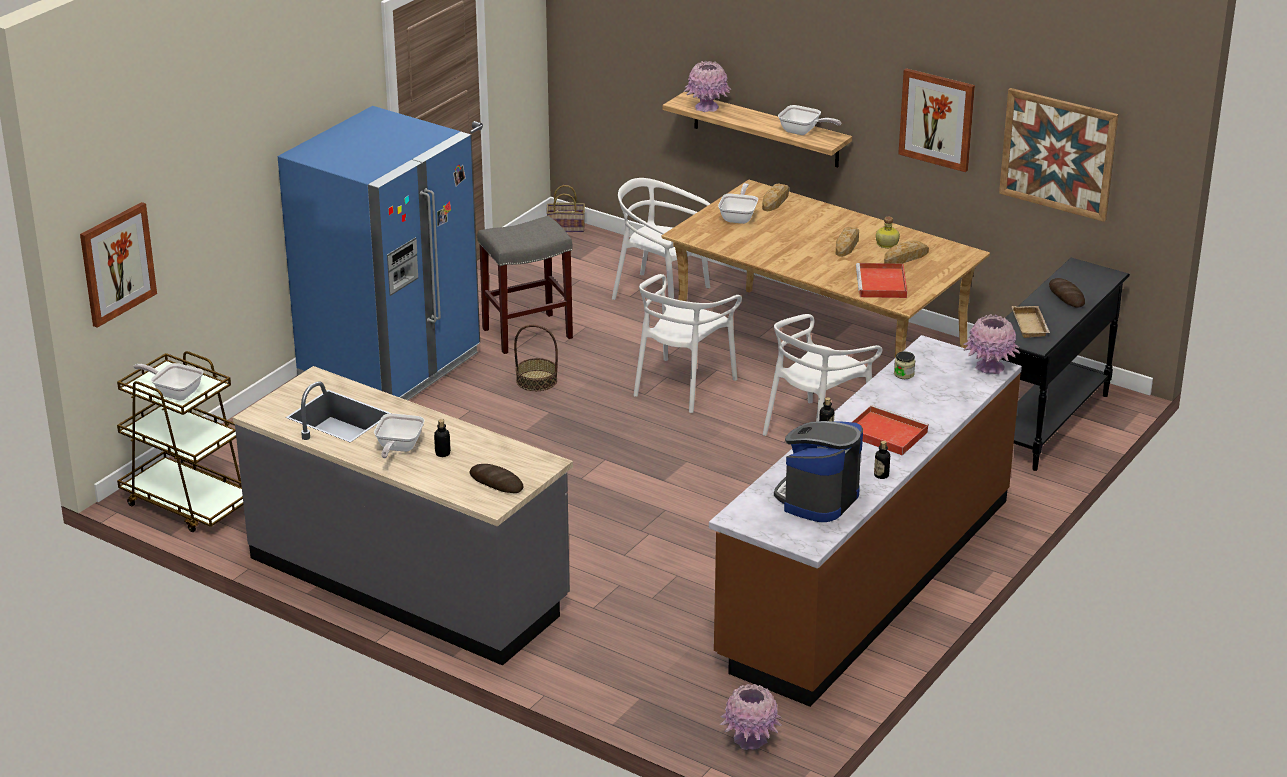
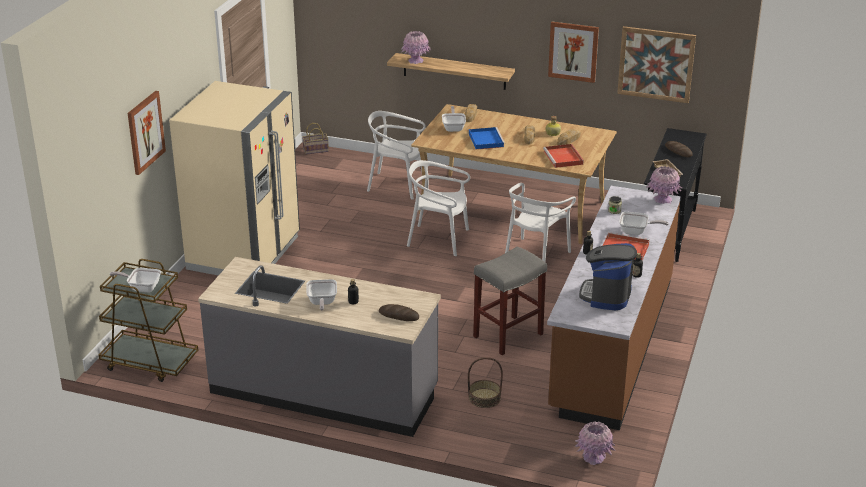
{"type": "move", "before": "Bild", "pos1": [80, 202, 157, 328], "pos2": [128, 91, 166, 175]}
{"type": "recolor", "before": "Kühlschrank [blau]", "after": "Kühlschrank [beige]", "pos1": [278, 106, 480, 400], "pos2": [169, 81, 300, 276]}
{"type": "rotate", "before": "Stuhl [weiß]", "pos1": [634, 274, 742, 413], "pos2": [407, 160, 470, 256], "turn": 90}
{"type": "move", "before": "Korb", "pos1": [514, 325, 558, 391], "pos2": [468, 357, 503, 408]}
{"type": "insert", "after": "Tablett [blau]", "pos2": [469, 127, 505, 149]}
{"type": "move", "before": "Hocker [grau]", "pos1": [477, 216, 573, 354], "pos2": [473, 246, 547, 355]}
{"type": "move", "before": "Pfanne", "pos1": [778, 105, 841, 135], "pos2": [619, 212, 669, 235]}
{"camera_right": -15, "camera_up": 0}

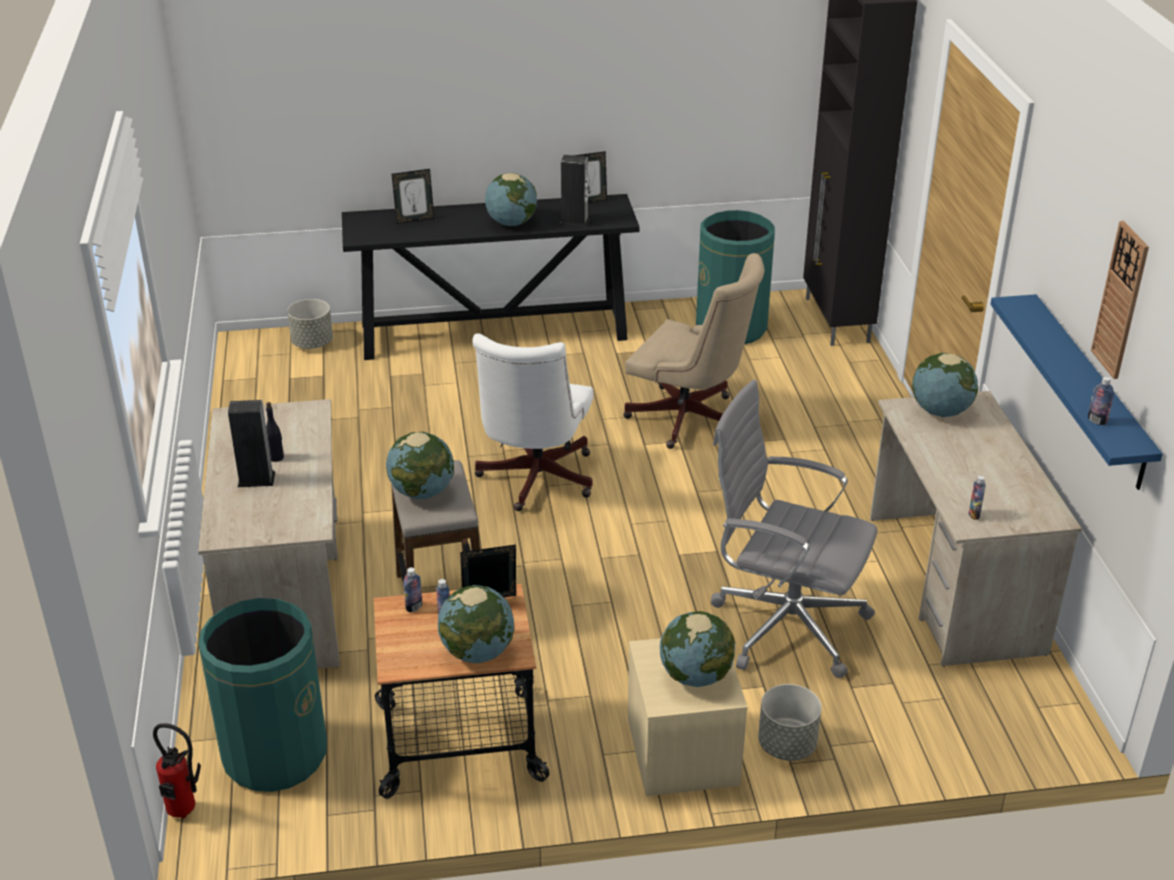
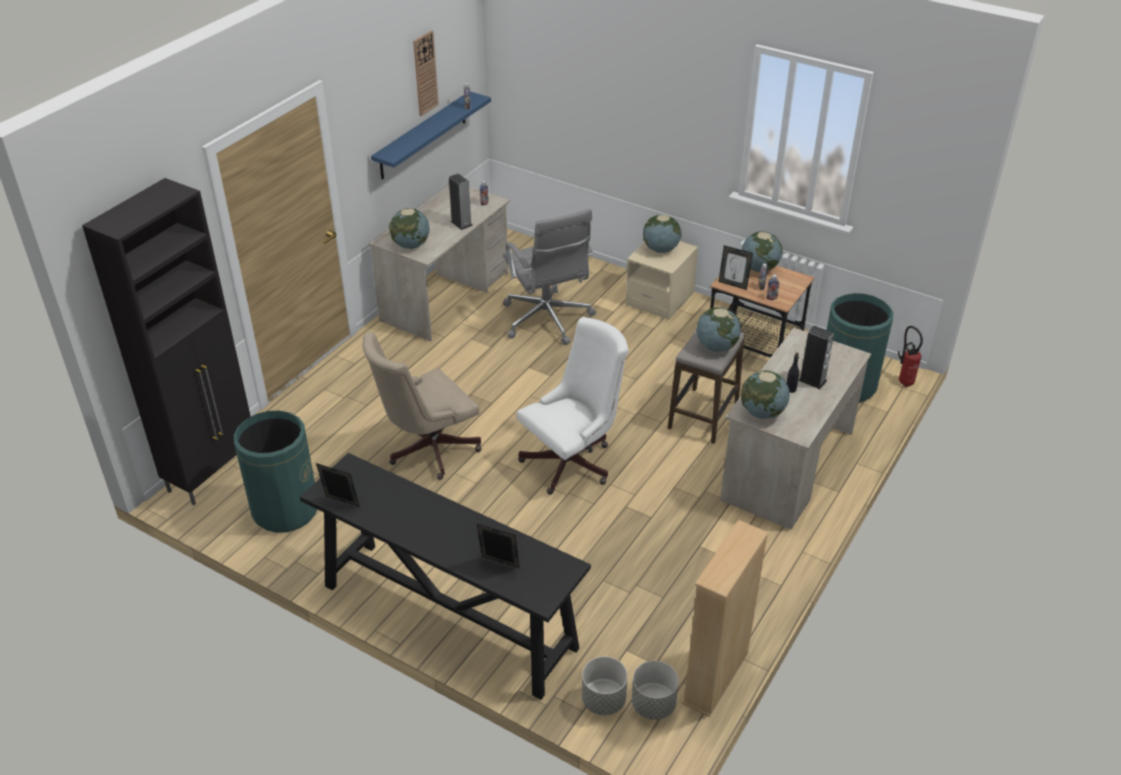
{"type": "rotate", "before": "Bürostuhl [beige]", "pos1": [623, 253, 764, 449], "pos2": [363, 332, 482, 480], "turn": -105}
{"type": "move", "before": "Lautsprecher", "pos1": [560, 155, 590, 227], "pos2": [449, 173, 473, 230]}
{"type": "move", "before": "Pflanzkübel [grau]", "pos1": [758, 684, 822, 761], "pos2": [632, 661, 679, 720]}
{"type": "insert", "after": "Bücherregal [beige]", "pos2": [682, 520, 768, 717]}
{"type": "move", "before": "Globus", "pos1": [485, 173, 537, 226], "pos2": [741, 370, 789, 419]}
{"camera_right": -140, "camera_up": 5}

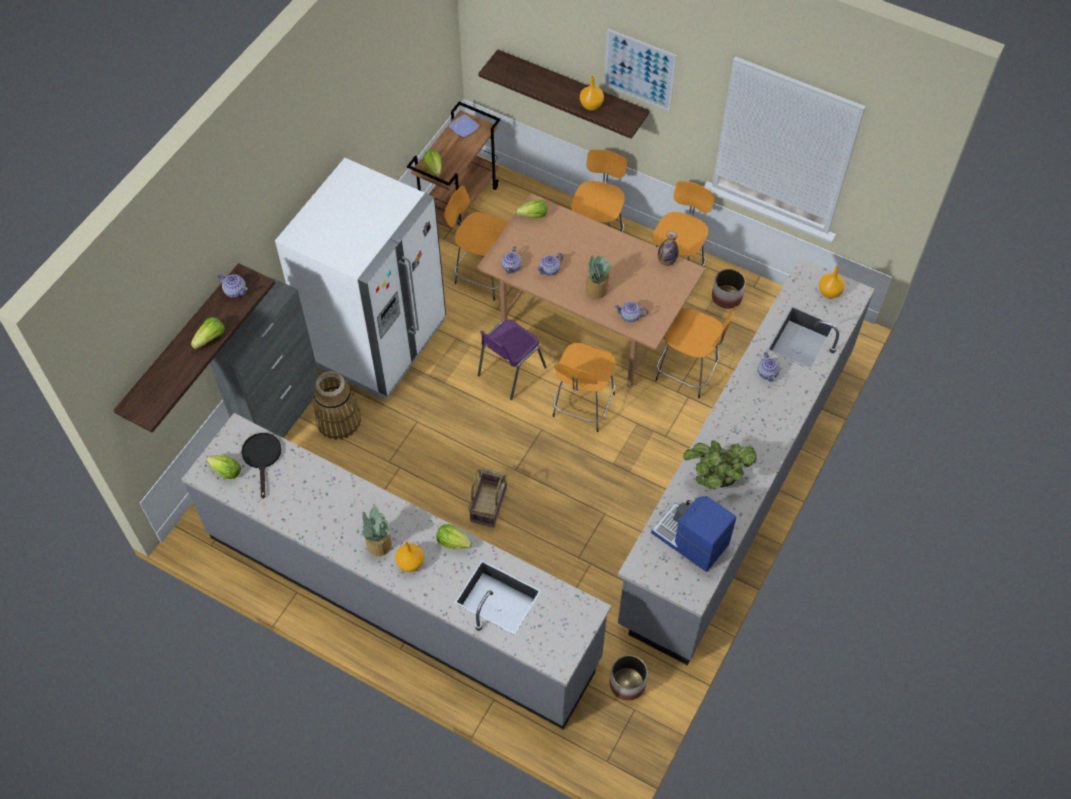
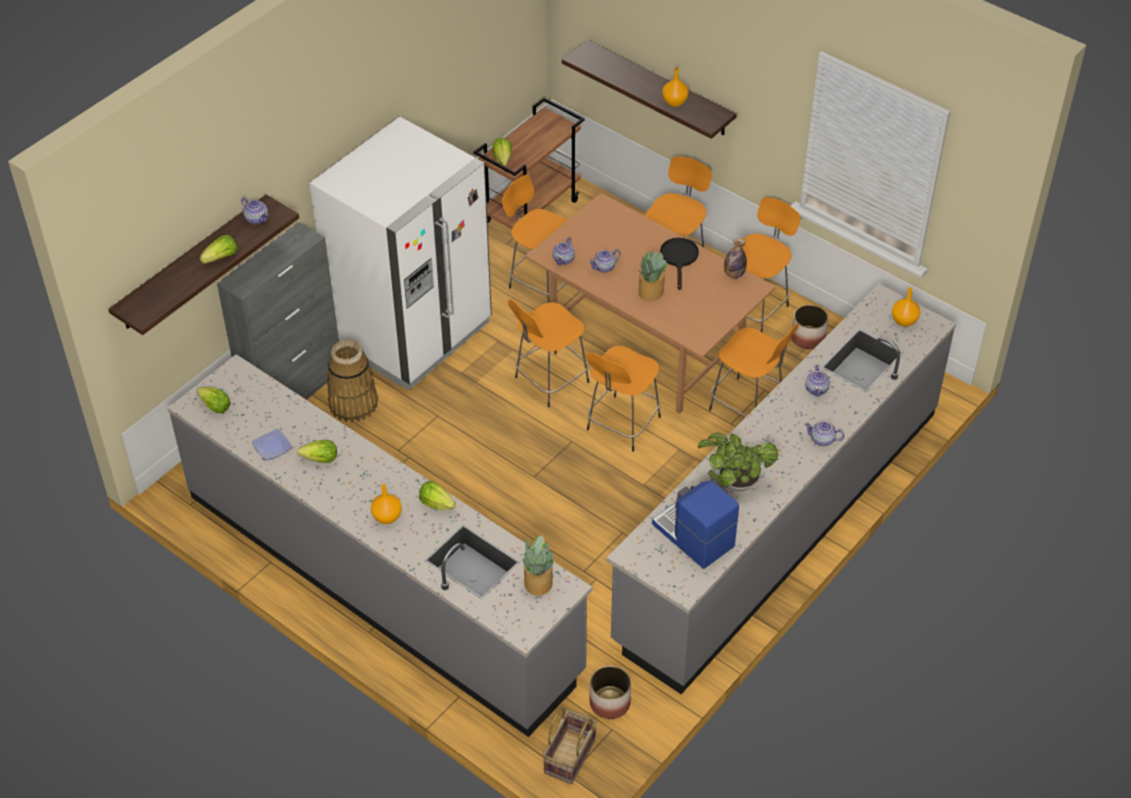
{"type": "move", "before": "Teller", "pos1": [448, 114, 480, 138], "pos2": [252, 429, 292, 460]}
{"type": "move", "before": "Salatkopf", "pos1": [516, 200, 547, 218], "pos2": [297, 440, 337, 463]}
{"type": "replace", "before": "Stuhl [lila]", "after": "Hocker [orange]", "pos1": [478, 320, 547, 400], "pos2": [508, 299, 589, 408]}
{"type": "move", "before": "Topfpflanze", "pos1": [362, 506, 392, 556], "pos2": [523, 535, 553, 596]}
{"type": "move", "before": "Korb", "pos1": [468, 469, 507, 527], "pos2": [543, 707, 597, 784]}
{"type": "move", "before": "Pfanne [schwarz]", "pos1": [241, 433, 281, 498], "pos2": [660, 238, 699, 290]}
{"type": "move", "before": "Teekanne", "pos1": [614, 301, 648, 322], "pos2": [804, 421, 844, 446]}
{"type": "delete", "before": "Bild", "pos1": [604, 29, 677, 112]}
{"camera_right": 10, "camera_up": -10}

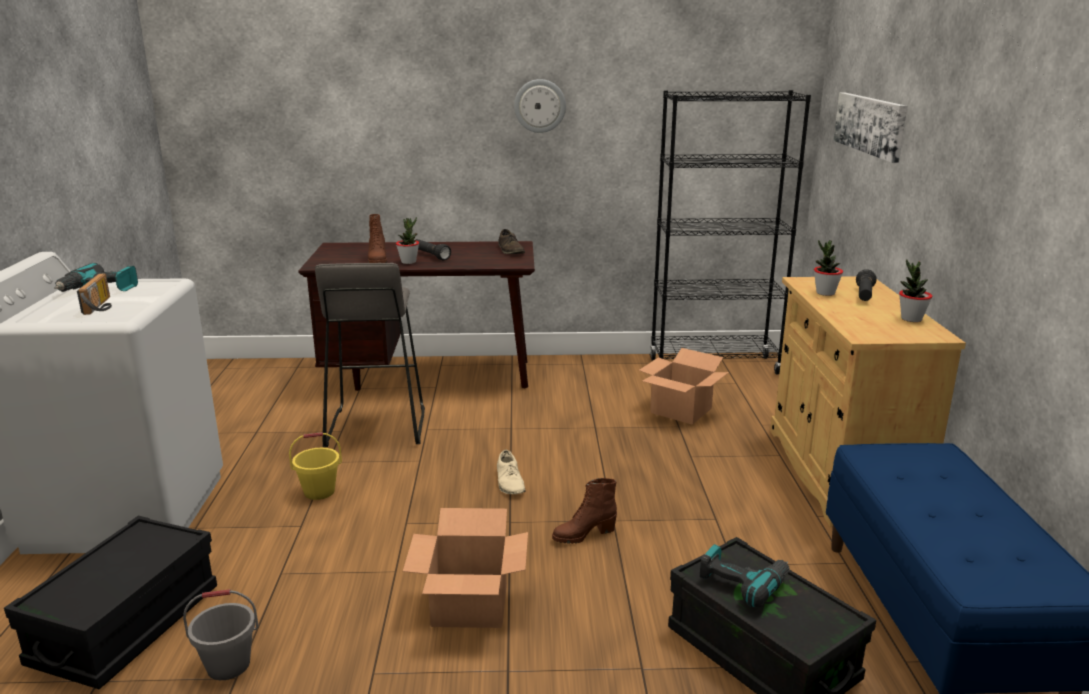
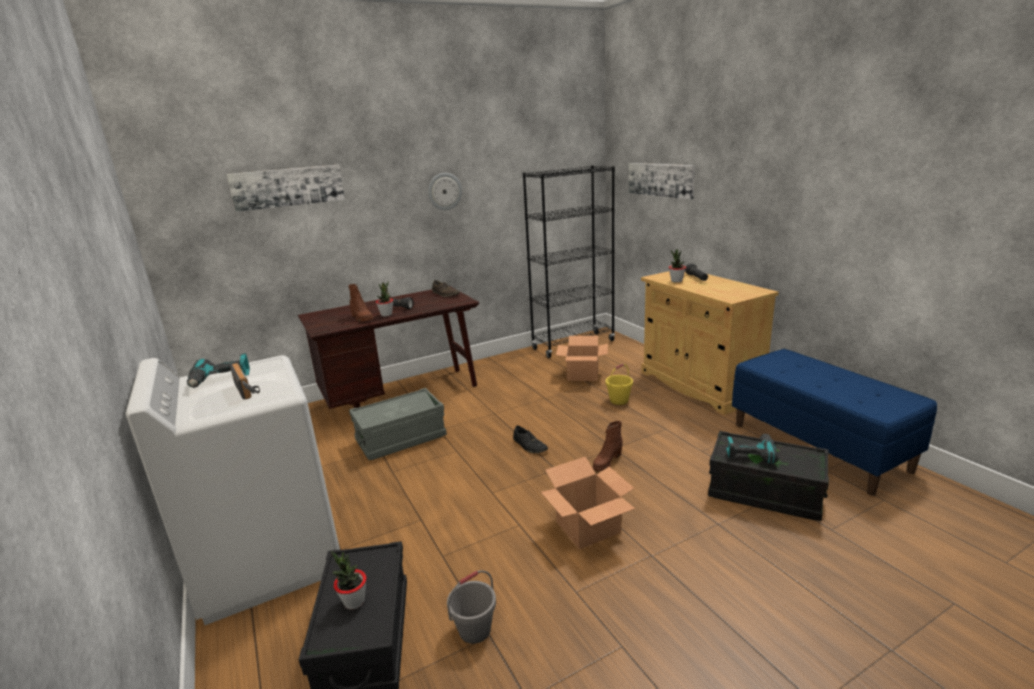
{"type": "insert", "after": "Bild", "pos2": [226, 165, 345, 212]}
{"type": "move", "before": "Topfpflanze", "pos1": [899, 259, 932, 322], "pos2": [331, 551, 366, 610]}
{"type": "replace", "before": "Hocker [grau]", "after": "Aufbewahrungsbox [grau]", "pos1": [315, 263, 425, 447], "pos2": [349, 388, 447, 460]}
{"type": "recolor", "before": "Schuh [beige]", "after": "Schuh [schwarz]", "pos1": [497, 450, 526, 494], "pos2": [513, 426, 548, 453]}
{"type": "move", "before": "Eimer [gelb]", "pos1": [289, 432, 342, 500], "pos2": [606, 364, 633, 405]}
{"camera_right": -25, "camera_up": 0}

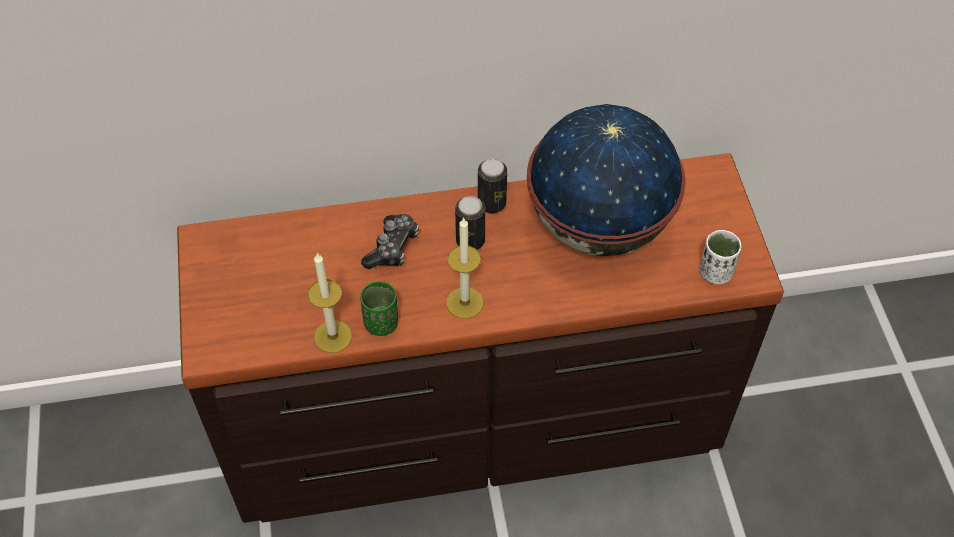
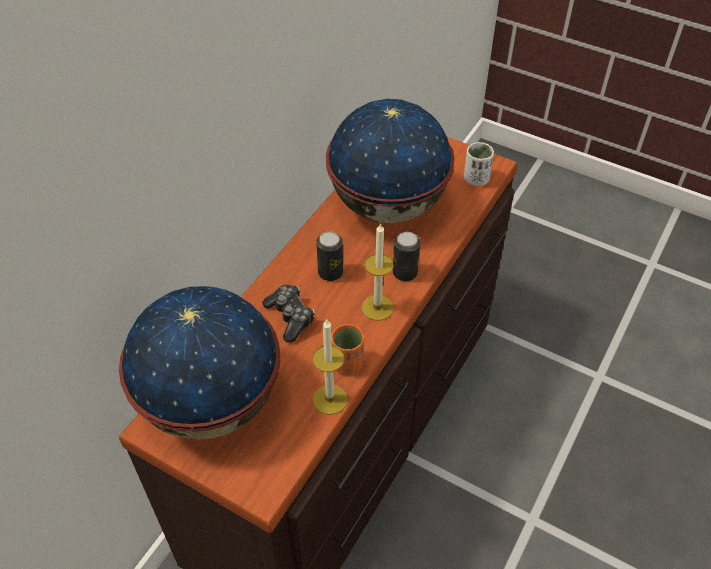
{"type": "insert", "after": "Globus", "pos2": [119, 286, 280, 439]}
{"type": "recolor", "before": "Tasse [grün]", "after": "Tasse [orange]", "pos1": [360, 281, 398, 336], "pos2": [331, 324, 364, 375]}
{"type": "move", "before": "Dose", "pos1": [478, 158, 507, 213], "pos2": [393, 232, 420, 281]}
{"camera_right": -50, "camera_up": -5}

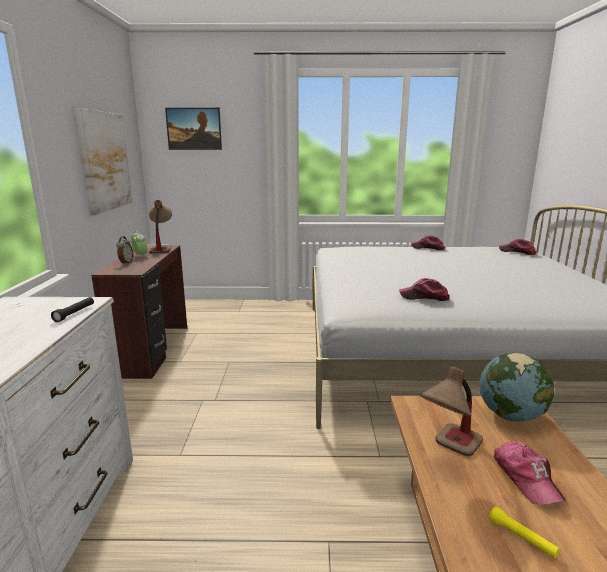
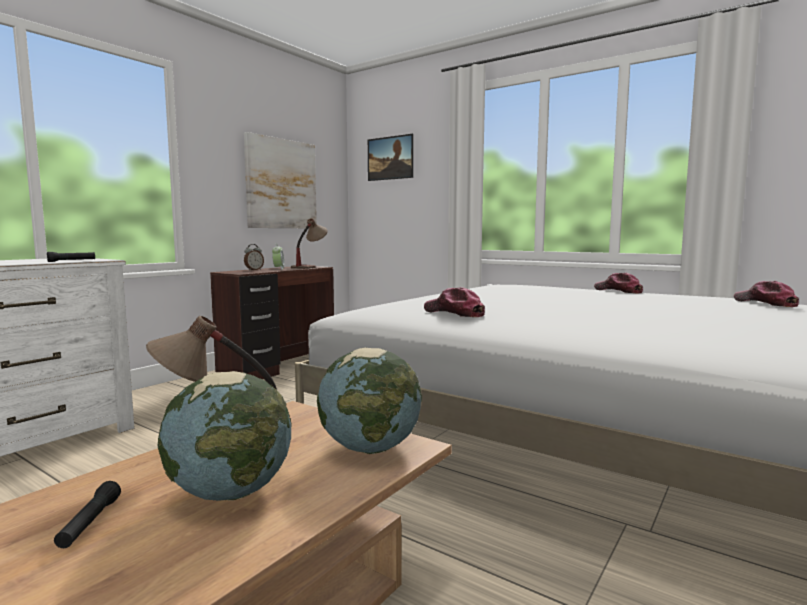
{"type": "recolor", "before": "Taschenlampe [gelb]", "after": "Taschenlampe [schwarz]", "pos1": [489, 506, 560, 559], "pos2": [54, 481, 121, 548]}
{"type": "replace", "before": "Kappe", "after": "Globus", "pos1": [494, 441, 566, 505], "pos2": [158, 371, 292, 501]}
{"camera_right": 35, "camera_up": -10}

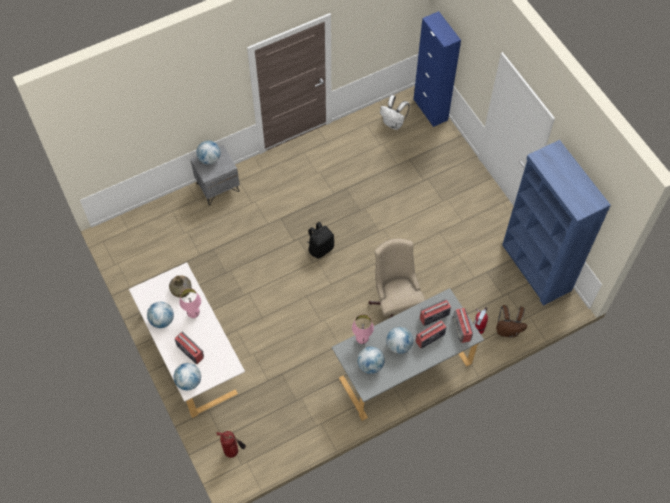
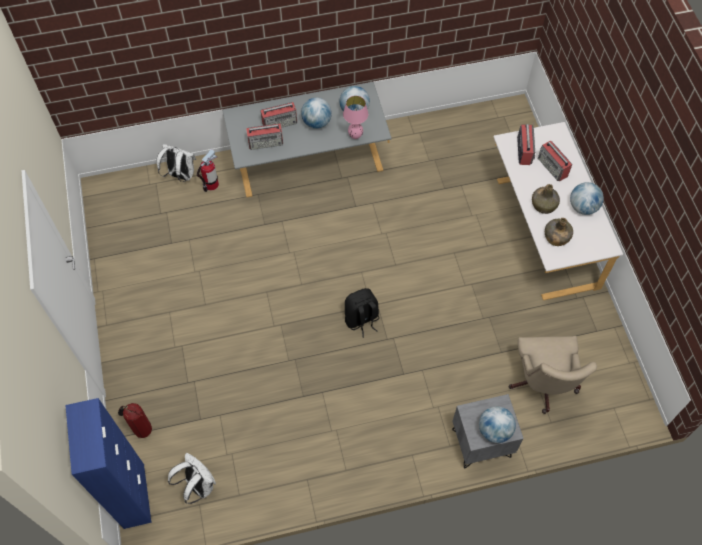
{"type": "move", "before": "Feuerlöscher", "pos1": [216, 431, 246, 458], "pos2": [118, 403, 152, 438]}
{"type": "recolor", "before": "Rucksack [braun]", "after": "Rucksack [weiß]", "pos1": [496, 305, 527, 337], "pos2": [157, 144, 196, 182]}
{"type": "move", "before": "Bürostuhl [beige]", "pos1": [369, 239, 425, 318], "pos2": [509, 336, 597, 414]}
{"type": "move", "before": "Radio", "pos1": [452, 308, 473, 343], "pos2": [517, 122, 536, 165]}
{"type": "replace", "before": "Tischlampe [rosa]", "after": "Flasche [grün]", "pos1": [180, 288, 201, 318], "pos2": [532, 184, 560, 214]}
{"type": "delete", "before": "Globus", "pos1": [174, 363, 201, 390]}
{"type": "delete", "before": "Bücherregal [blau]", "pos1": [502, 140, 611, 306]}
{"camera_right": -165, "camera_up": 0}

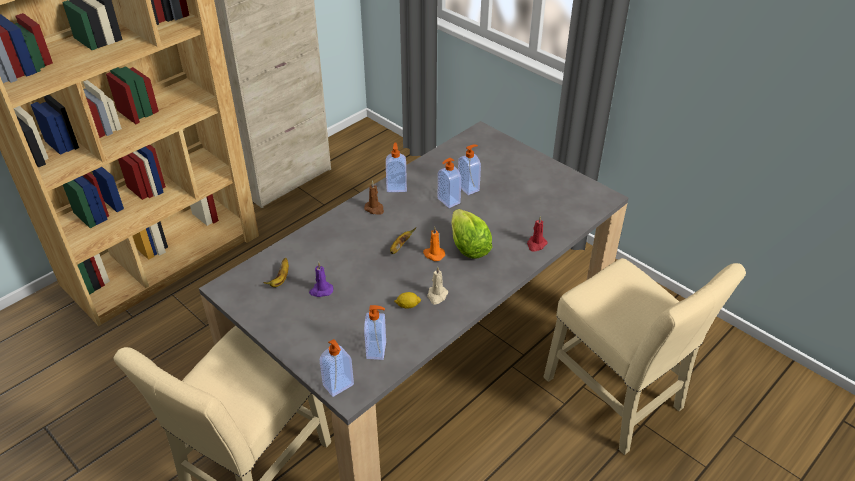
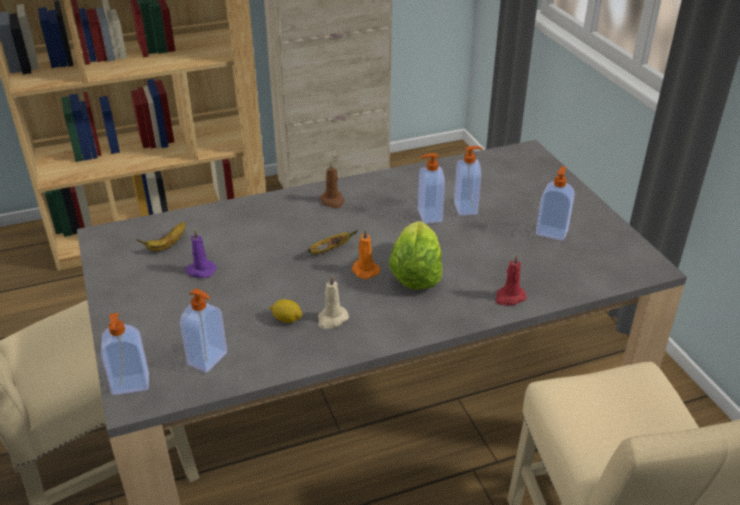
{"type": "move", "before": "Seifenspender", "pos1": [386, 143, 407, 192], "pos2": [536, 166, 575, 241]}
{"camera_right": 25, "camera_up": -5}

